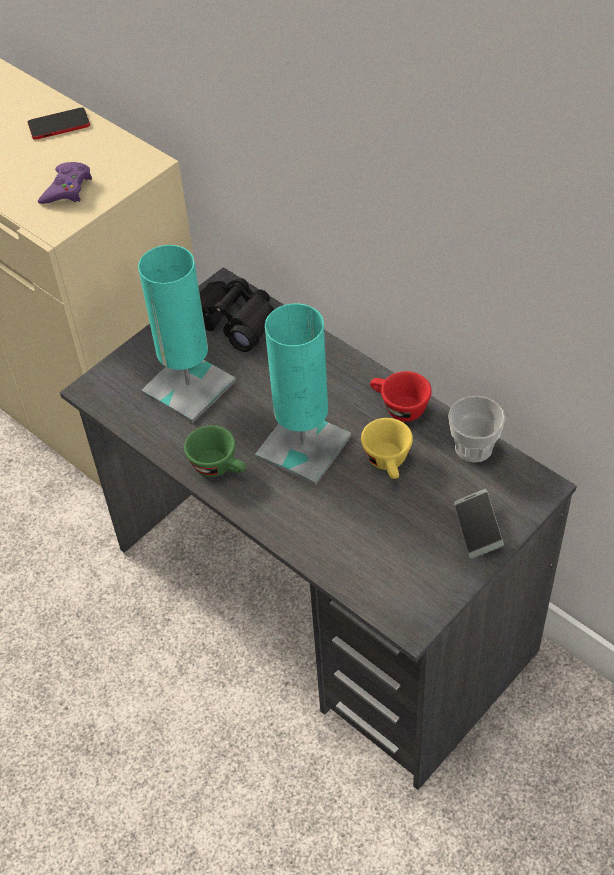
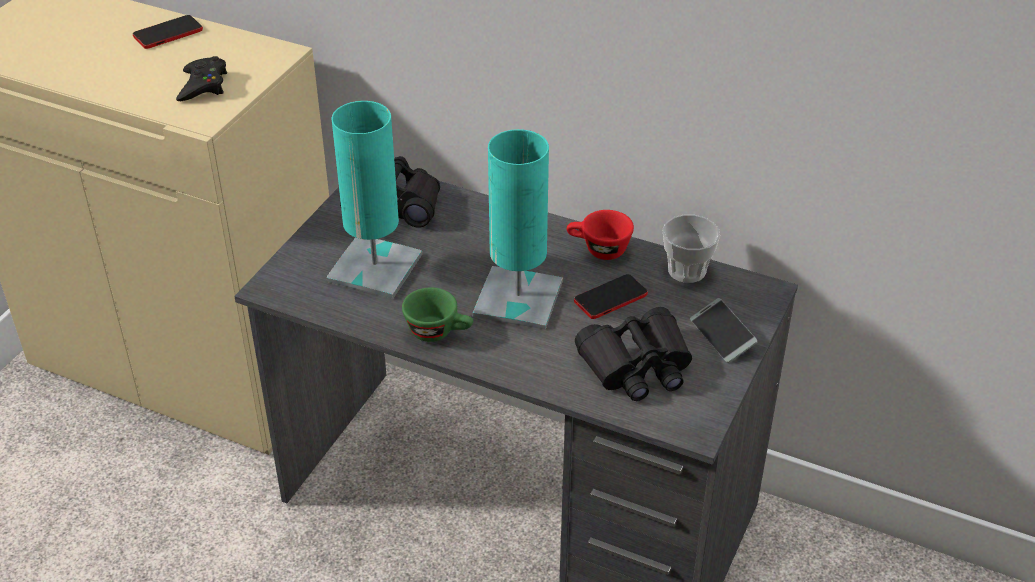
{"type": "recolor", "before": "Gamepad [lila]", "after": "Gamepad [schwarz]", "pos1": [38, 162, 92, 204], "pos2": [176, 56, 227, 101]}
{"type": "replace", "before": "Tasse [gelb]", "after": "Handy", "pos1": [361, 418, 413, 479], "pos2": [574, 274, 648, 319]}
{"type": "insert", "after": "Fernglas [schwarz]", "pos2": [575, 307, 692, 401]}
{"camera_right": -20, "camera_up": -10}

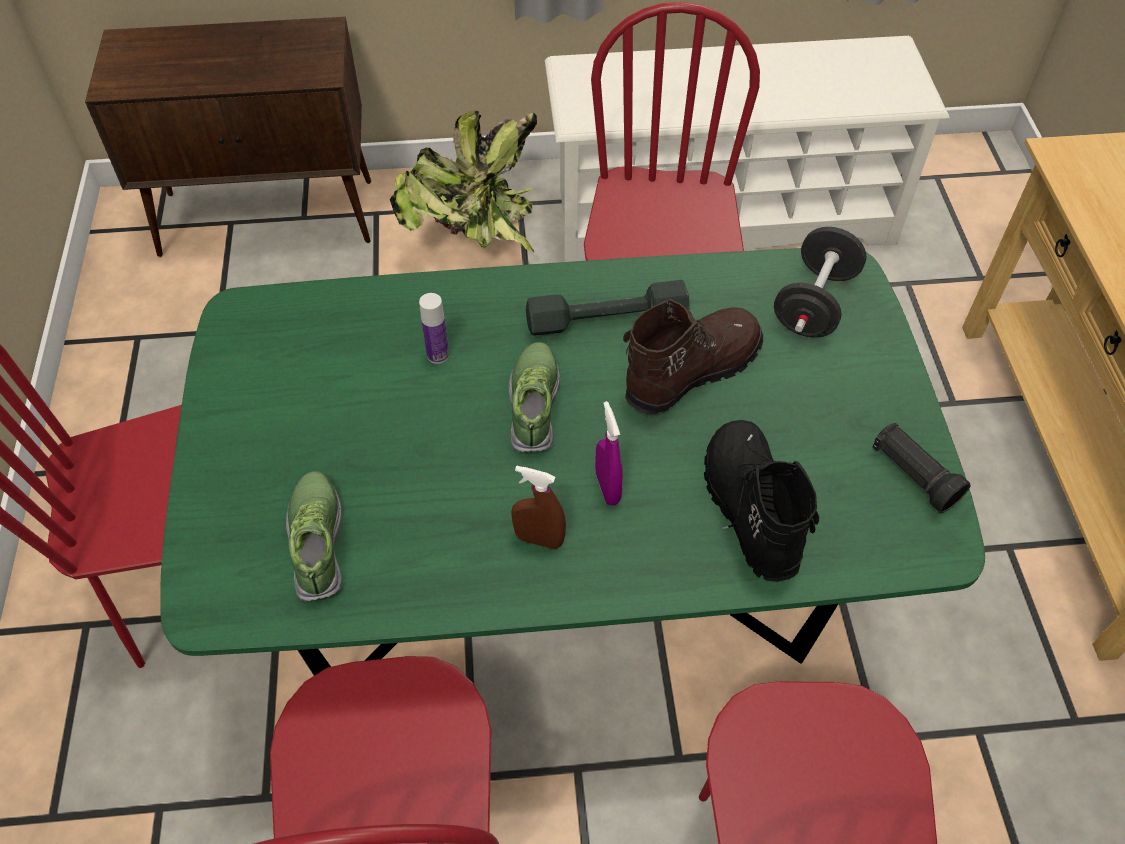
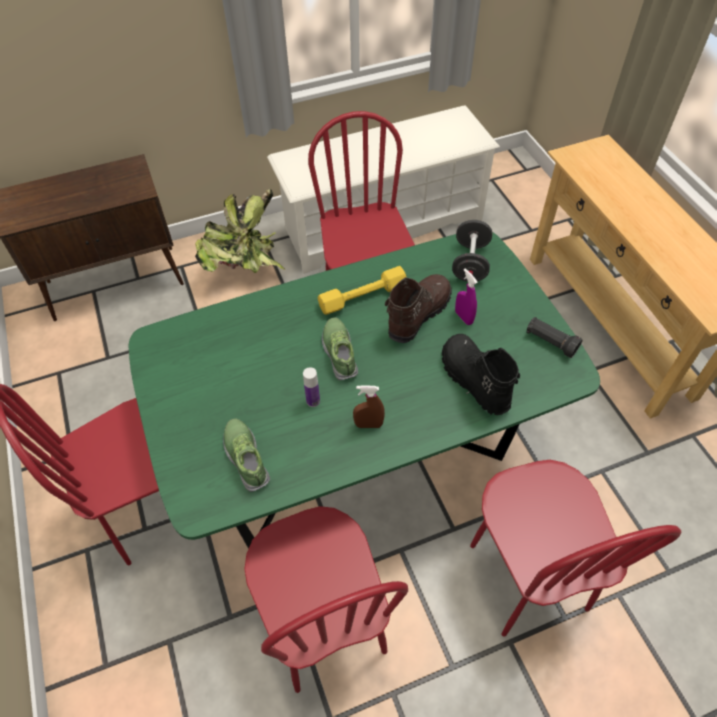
{"type": "move", "before": "Flasche", "pos1": [419, 293, 449, 364], "pos2": [303, 367, 320, 407]}
{"type": "recolor", "before": "Hantel [grau]", "after": "Hantel [gelb]", "pos1": [526, 280, 689, 335], "pos2": [318, 266, 407, 315]}
{"type": "move", "before": "Sprühflasche [lila]", "pos1": [595, 401, 623, 505], "pos2": [455, 269, 478, 325]}
{"camera_right": -15, "camera_up": 0}

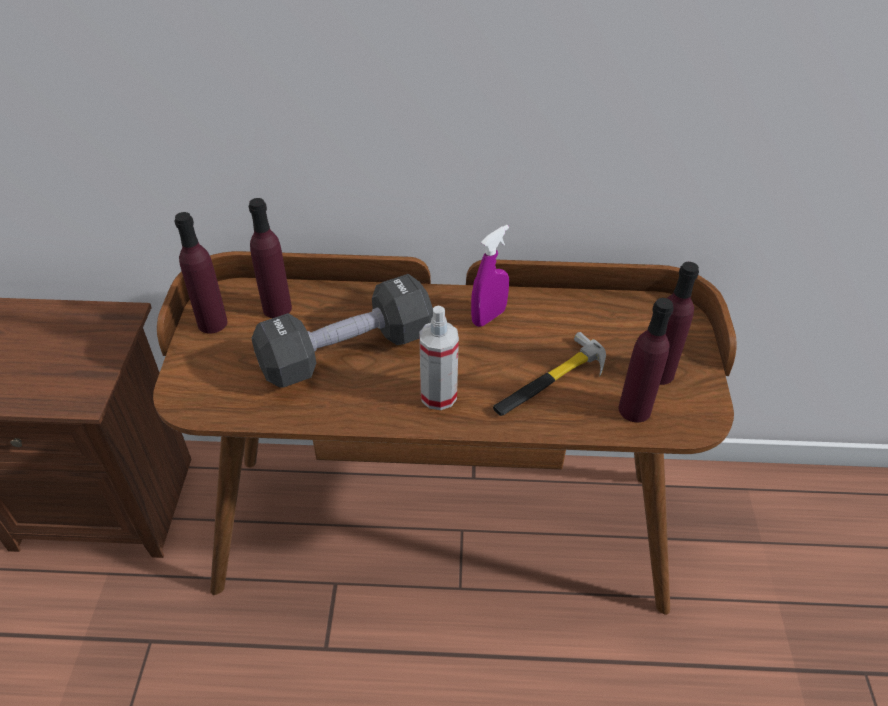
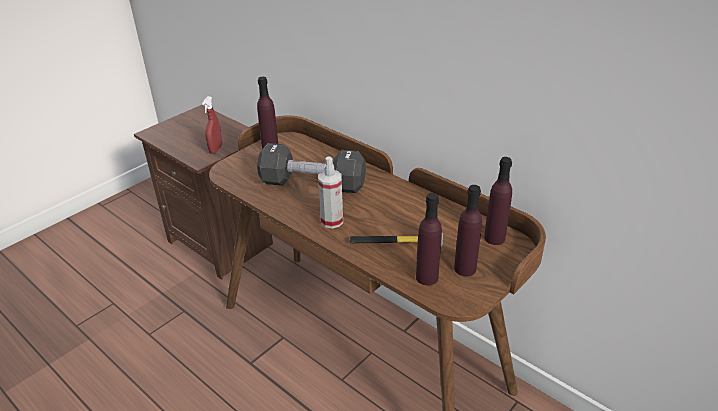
{"type": "insert", "after": "Sprühflasche [rot]", "pos2": [202, 96, 222, 154]}
{"type": "move", "before": "Flasche [lila]", "pos1": [249, 198, 292, 318], "pos2": [484, 157, 512, 245]}
{"type": "delete", "before": "Sprühflasche [lila]", "pos1": [471, 225, 509, 327]}
{"camera_right": 40, "camera_up": -10}

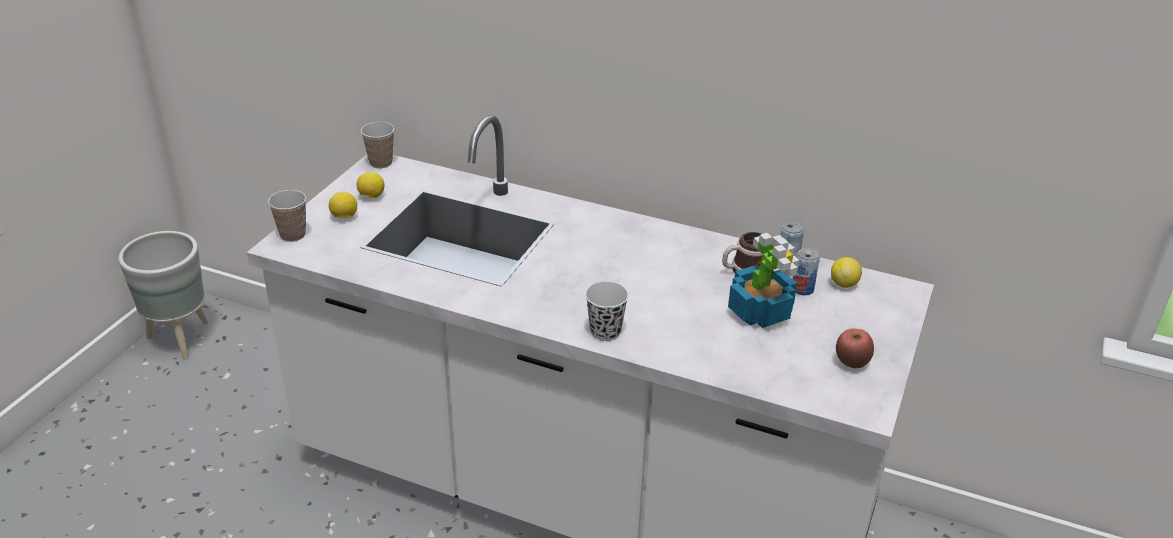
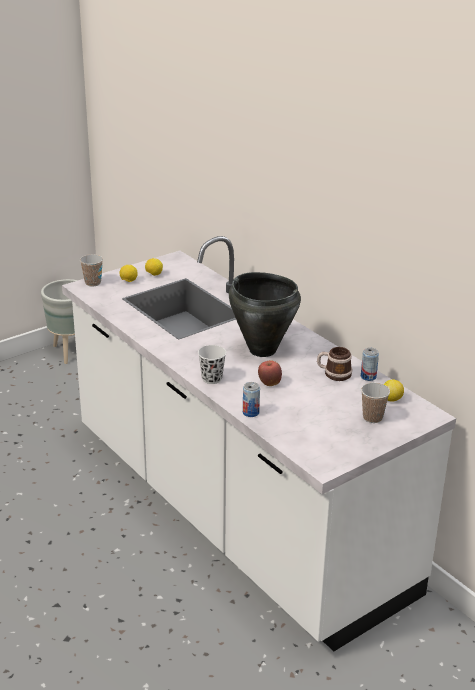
{"type": "insert", "after": "Kochtopf [schwarz]", "pos2": [229, 272, 301, 357]}
{"type": "move", "before": "Dose", "pos1": [792, 248, 820, 296], "pos2": [243, 382, 260, 417]}
{"type": "move", "before": "Apfel", "pos1": [836, 328, 874, 368], "pos2": [258, 360, 282, 386]}
{"type": "move", "before": "Tasse", "pos1": [361, 122, 394, 168], "pos2": [361, 382, 390, 423]}
{"type": "delete", "before": "Topfpflanze", "pos1": [728, 233, 800, 328]}
{"camera_right": 30, "camera_up": -5}

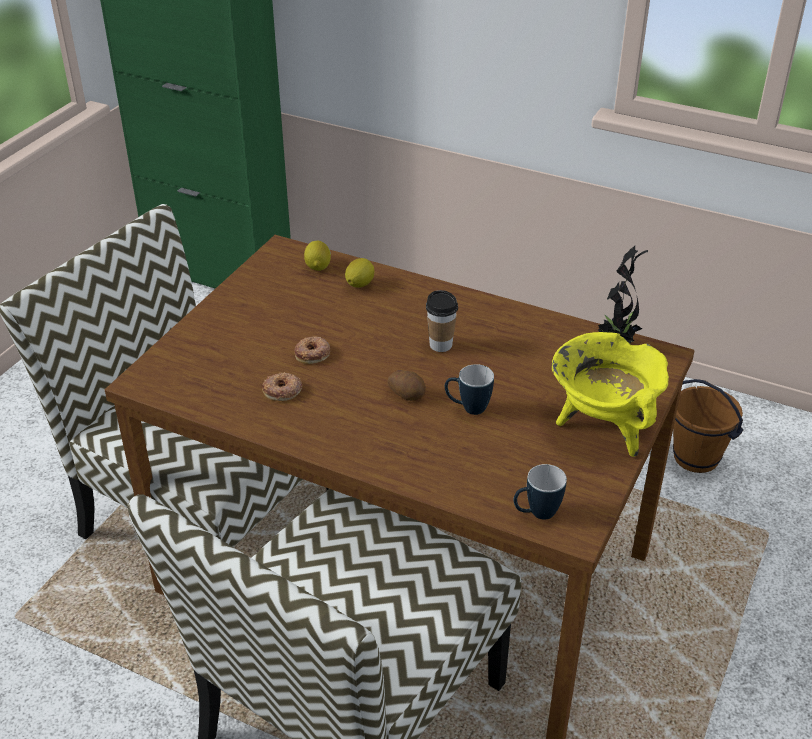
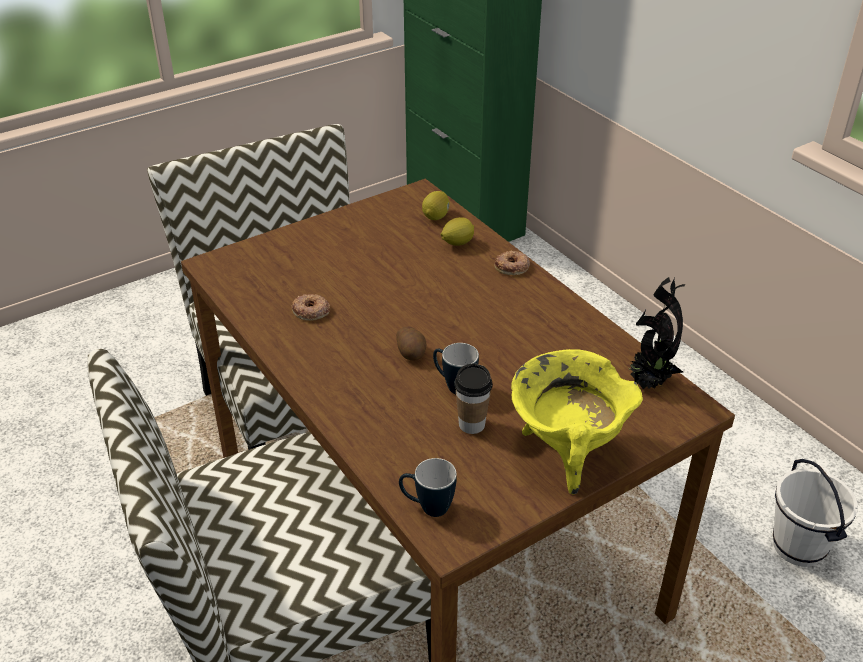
{"type": "move", "before": "Tasse", "pos1": [426, 290, 458, 352], "pos2": [454, 363, 493, 434]}
{"type": "move", "before": "Donut", "pos1": [294, 336, 330, 364], "pos2": [495, 250, 530, 275]}
{"type": "recolor", "before": "Eimer [braun]", "after": "Eimer [weiß]", "pos1": [673, 379, 744, 473], "pos2": [773, 459, 858, 567]}
{"camera_right": 30, "camera_up": 0}

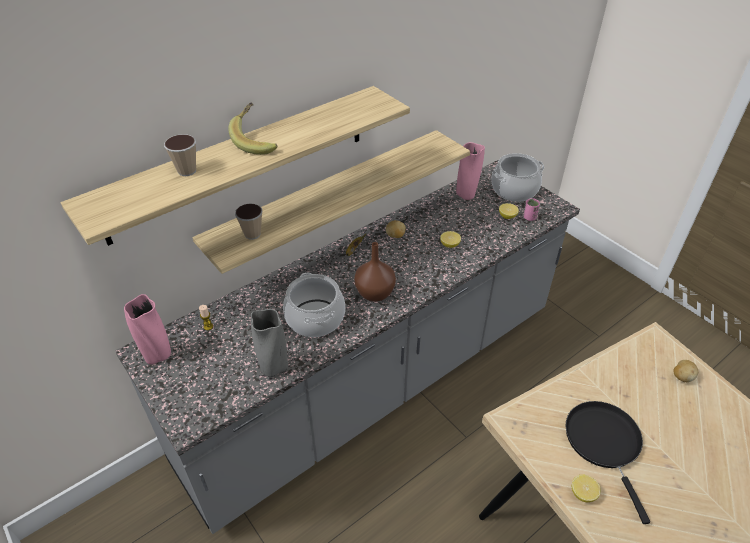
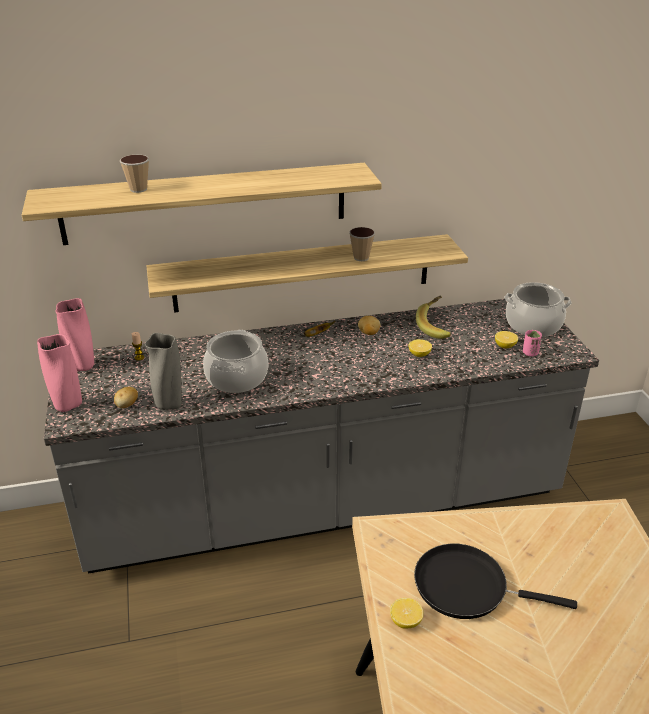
{"type": "move", "before": "Vase [rosa]", "pos1": [456, 142, 485, 200], "pos2": [37, 334, 82, 412]}
{"type": "move", "before": "Kartoffel", "pos1": [673, 360, 698, 382], "pos2": [114, 387, 138, 408]}
{"type": "move", "before": "Tasse", "pos1": [235, 203, 263, 240], "pos2": [349, 227, 375, 261]}
{"type": "rotate", "before": "Pfanne [schwarz]", "pos1": [565, 401, 650, 524], "pos2": [414, 544, 577, 619], "turn": -90}
{"type": "move", "before": "Banane", "pos1": [228, 102, 277, 155], "pos2": [416, 295, 451, 339]}
{"type": "delete", "before": "Vase [braun]", "pos1": [354, 242, 396, 302]}
{"camera_right": 25, "camera_up": -10}

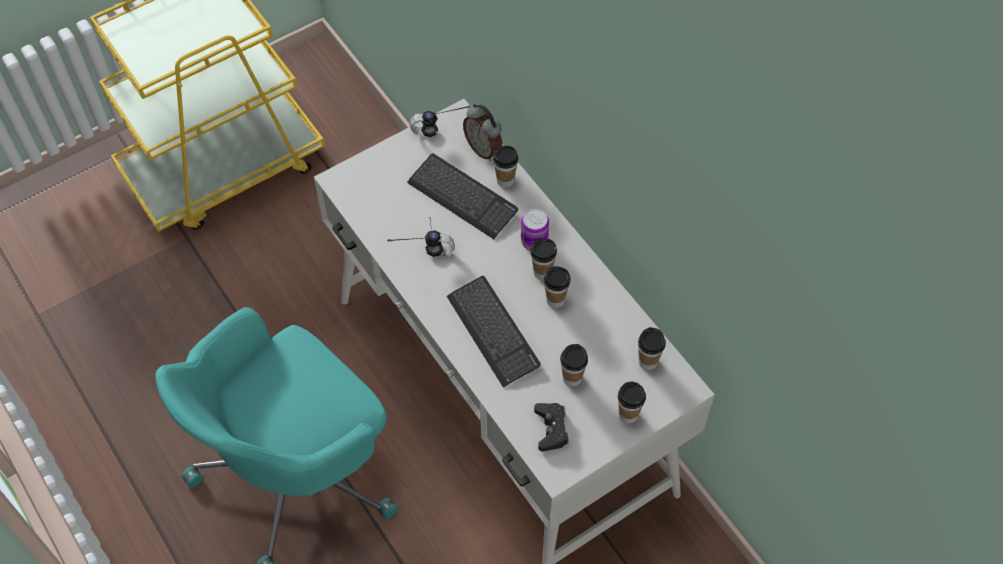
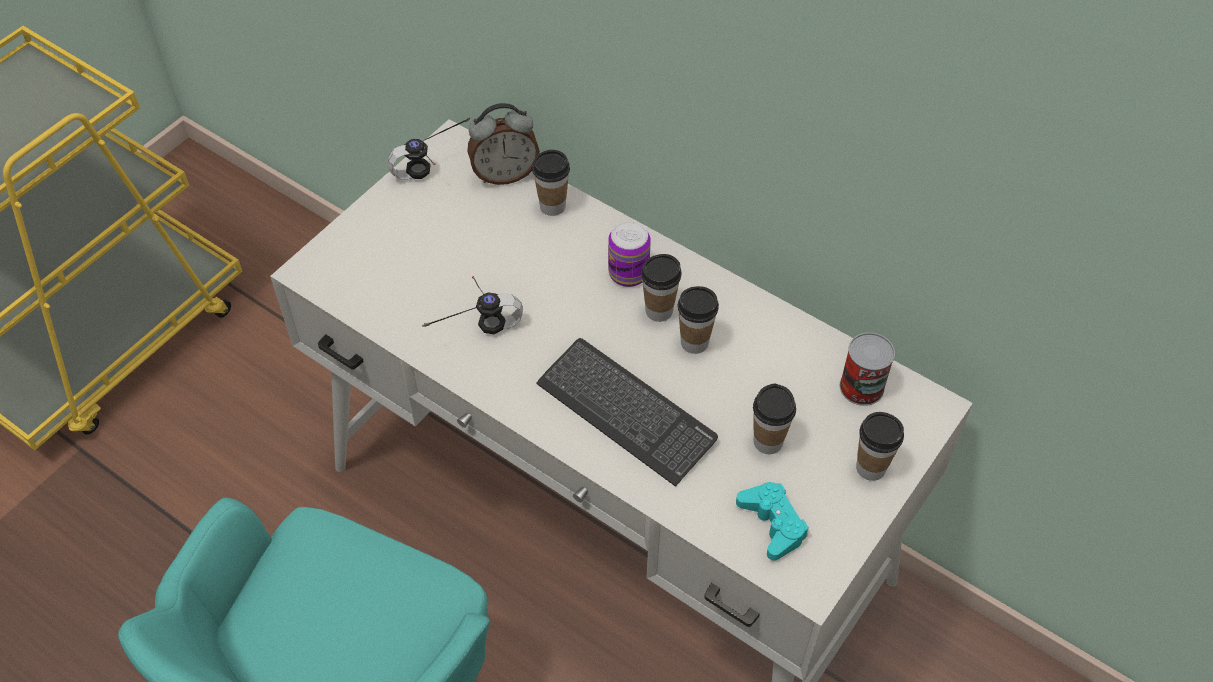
{"type": "rotate", "before": "Wecker", "pos1": [463, 104, 502, 161], "pos2": [467, 103, 540, 185], "turn": -45}
{"type": "recolor", "before": "Gamepad [schwarz]", "after": "Gamepad [türkis]", "pos1": [534, 403, 569, 452], "pos2": [736, 482, 809, 561]}
{"type": "replace", "before": "Tasse", "after": "Dose", "pos1": [638, 327, 666, 370], "pos2": [840, 332, 895, 406]}
{"type": "delete", "before": "Tastatur", "pos1": [407, 153, 519, 239]}
{"camera_right": -20, "camera_up": -5}

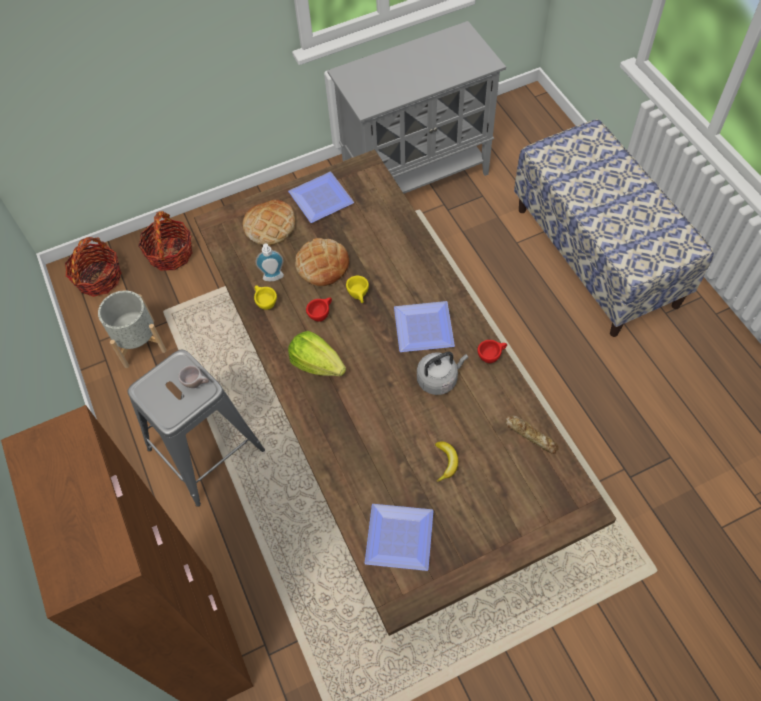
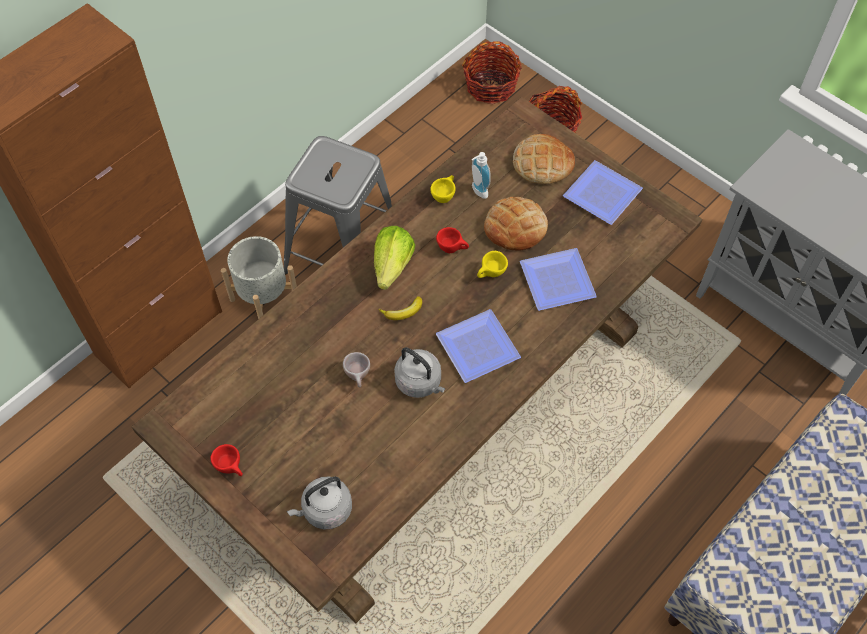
{"type": "move", "before": "Tasse [rot]", "pos1": [477, 340, 507, 363], "pos2": [210, 444, 243, 476]}
{"type": "move", "before": "Pflanzkübel [grau]", "pos1": [98, 290, 166, 368], "pos2": [221, 236, 297, 319]}
{"type": "insert", "after": "Wasserkessel [grau]", "pos2": [287, 476, 352, 530]}
{"type": "move", "before": "Tasse [beige]", "pos1": [178, 365, 209, 388], "pos2": [343, 352, 370, 387]}
{"type": "move", "before": "Banane", "pos1": [435, 441, 458, 482], "pos2": [379, 296, 422, 320]}
{"type": "move", "before": "Teller", "pos1": [365, 504, 434, 571], "pos2": [520, 248, 597, 311]}
{"type": "delete", "before": "Brot", "pos1": [506, 416, 559, 454]}
{"camera_right": 65, "camera_up": 0}

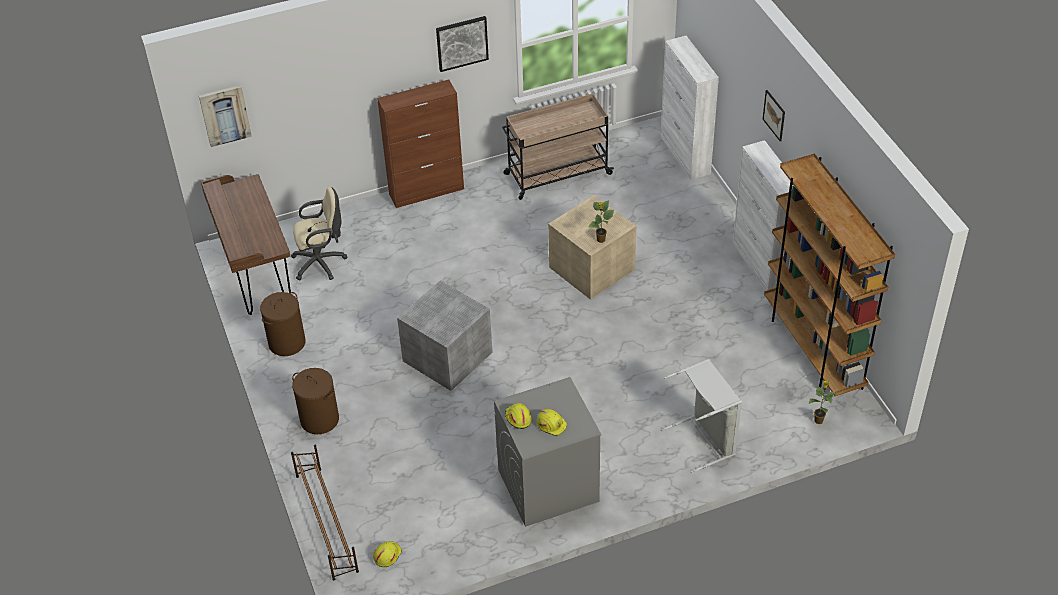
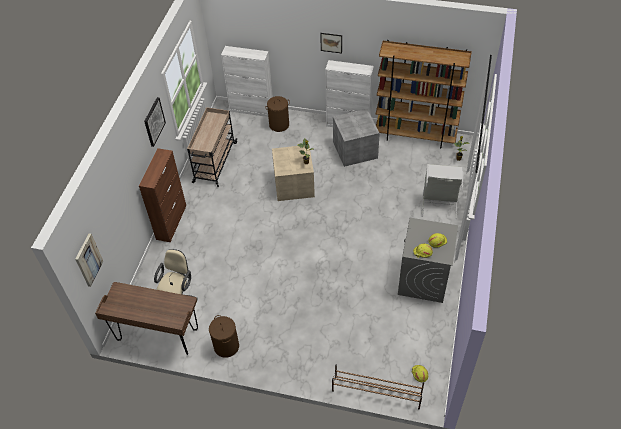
{"type": "move", "before": "Wäschekorb [braun]", "pos1": [292, 368, 339, 434], "pos2": [265, 96, 290, 132]}
{"type": "move", "before": "Aufbewahrungsbox [grau]", "pos1": [397, 281, 492, 391], "pos2": [333, 109, 380, 167]}
{"camera_right": -55, "camera_up": 5}

